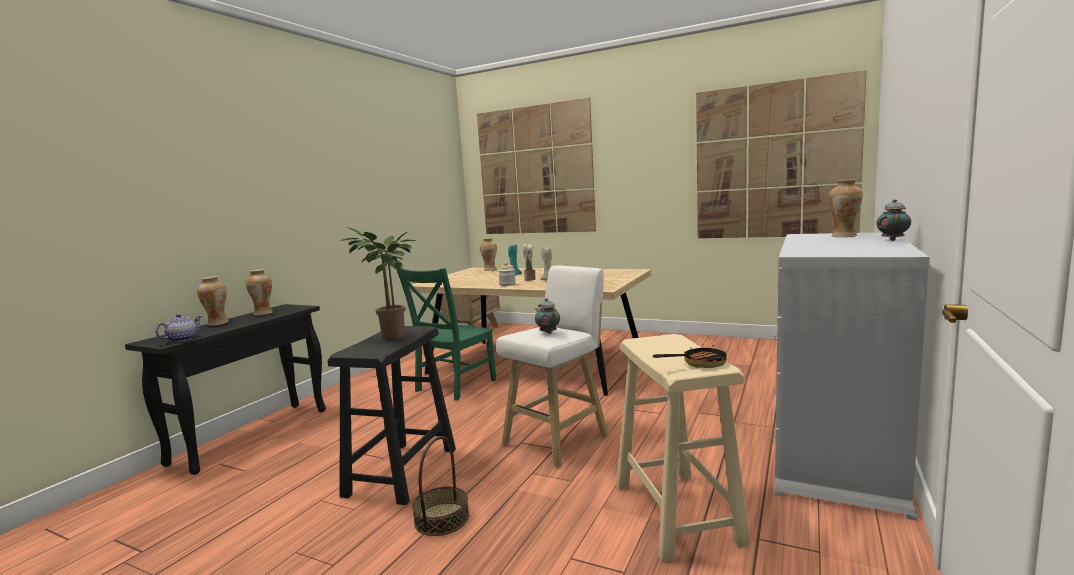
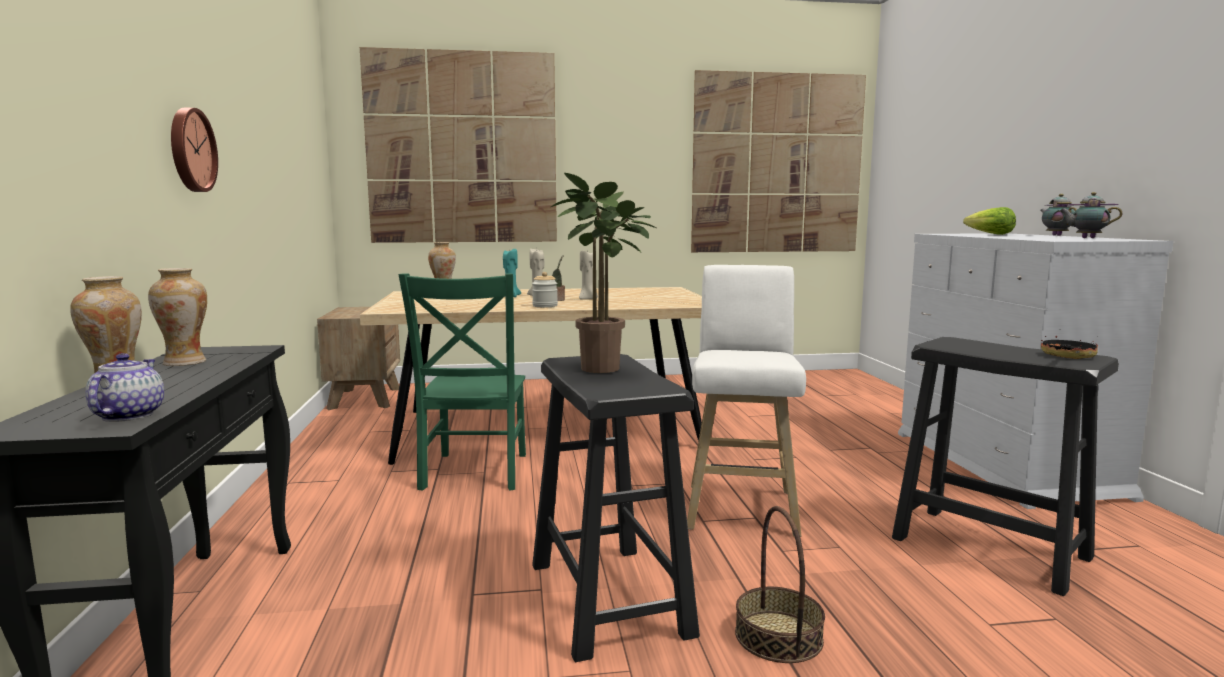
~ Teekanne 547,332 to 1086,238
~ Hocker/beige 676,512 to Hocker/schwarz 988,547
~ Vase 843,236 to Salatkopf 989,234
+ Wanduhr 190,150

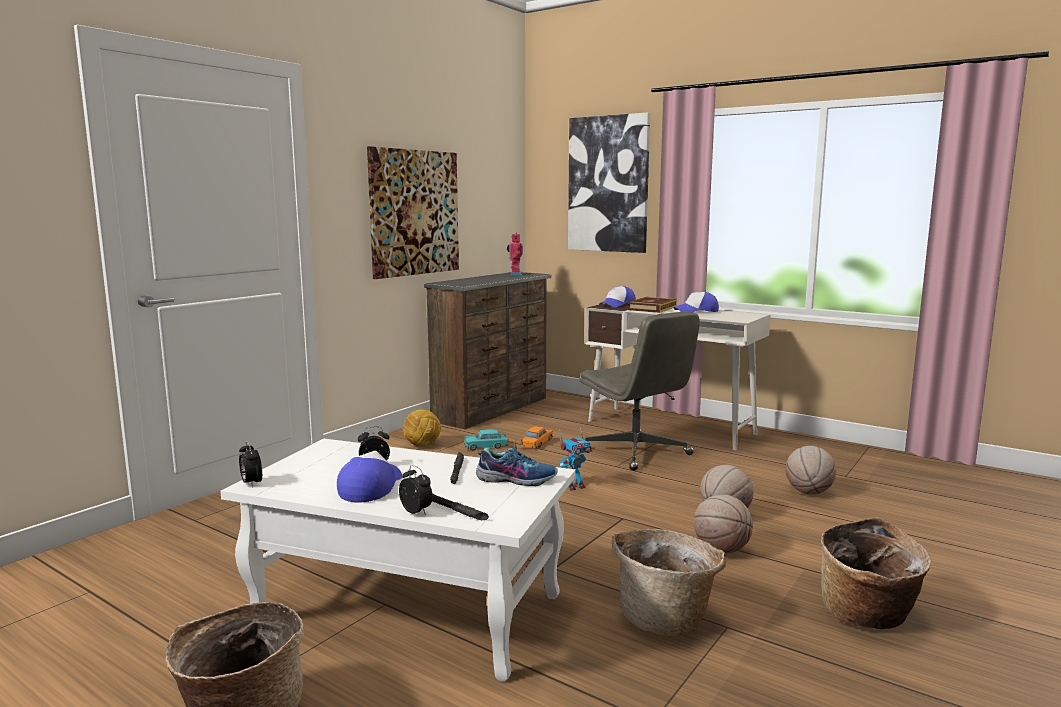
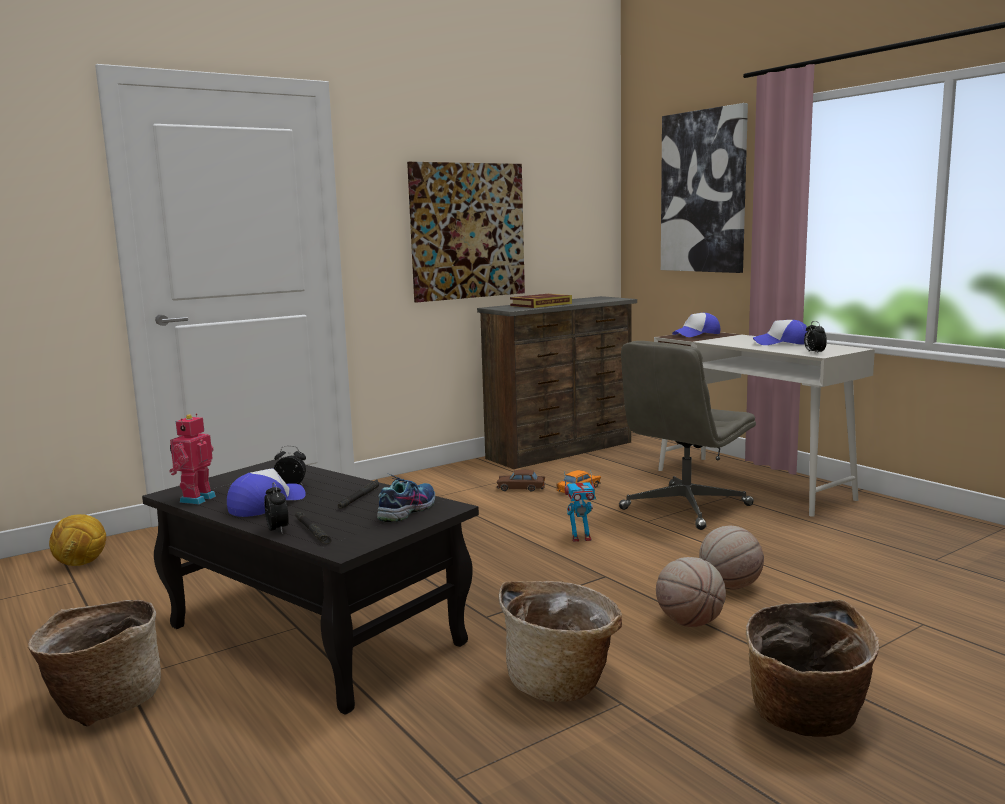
~ Couchtisch/weiß 407,609 to Couchtisch/schwarz 312,634
~ Wecker 251,483 to 814,353
~ Fußball 423,445 to 82,563
~ Spielzeugauto/türkis 486,446 to Spielzeugauto/braun 521,488
~ Schuh 516,479 = 407,510 90 degrees counterclockwise
~ Spielzeugroboter 514,274 to 195,499
~ Bürostuhl/grau 636,452 = 685,508 60 degrees clockwise
~ Buch 652,308 to 541,304
- Basketball 808,492

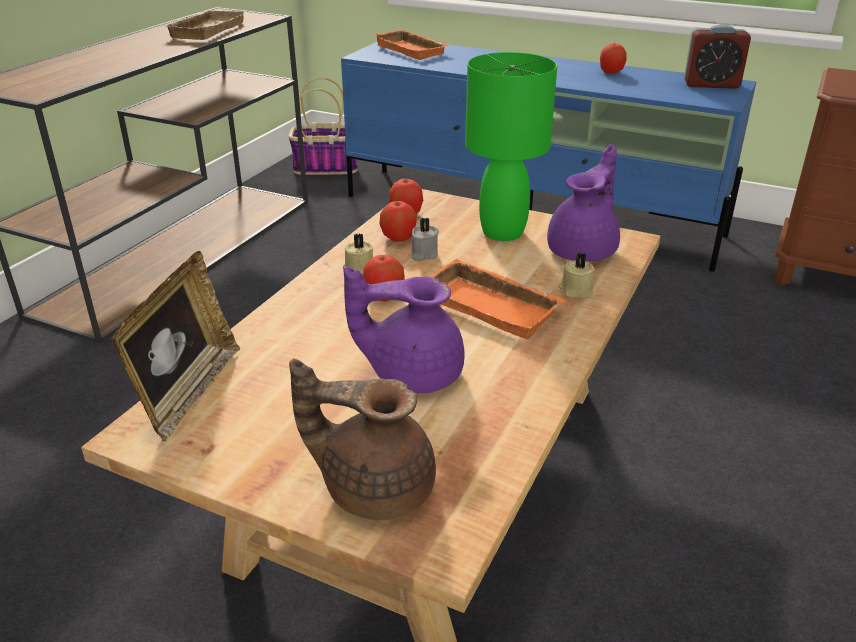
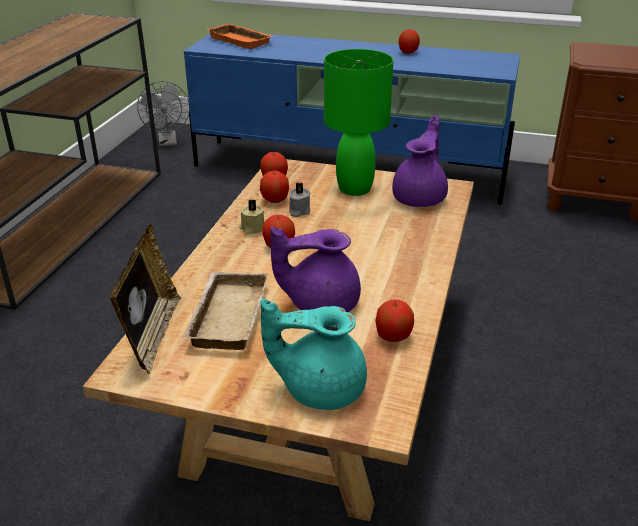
~ Tablett/beige 205,30 to 226,315
~ Korb 326,168 to Ventilator/grau 168,142
~ Teekanne/braun 374,487 to Teekanne/türkis 320,388
- Tablett/orange 493,305
- Kerze/beige 575,290
- Wecker 711,84
+ Apfel 393,337

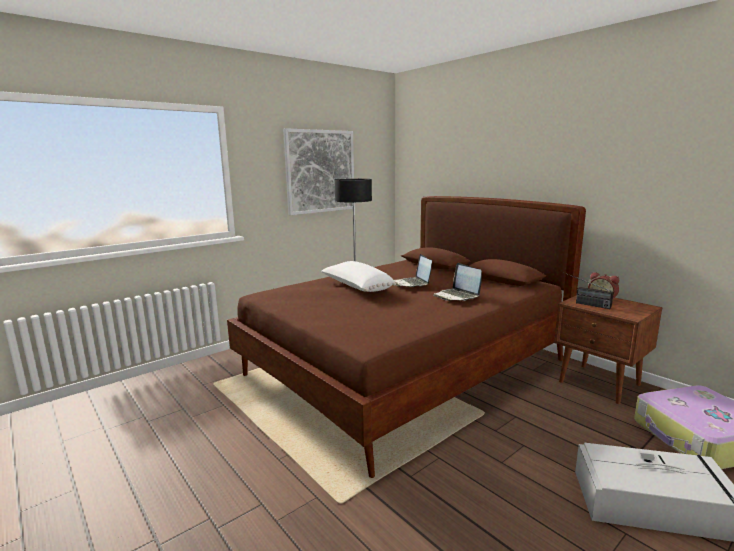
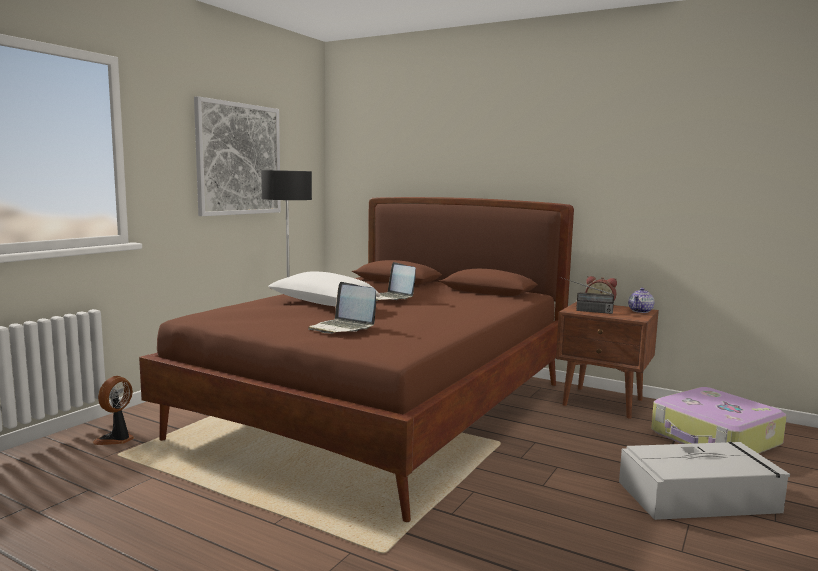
~ Laptop 457,296 to 342,328
+ Ventilator 117,439
+ Teekanne 640,311

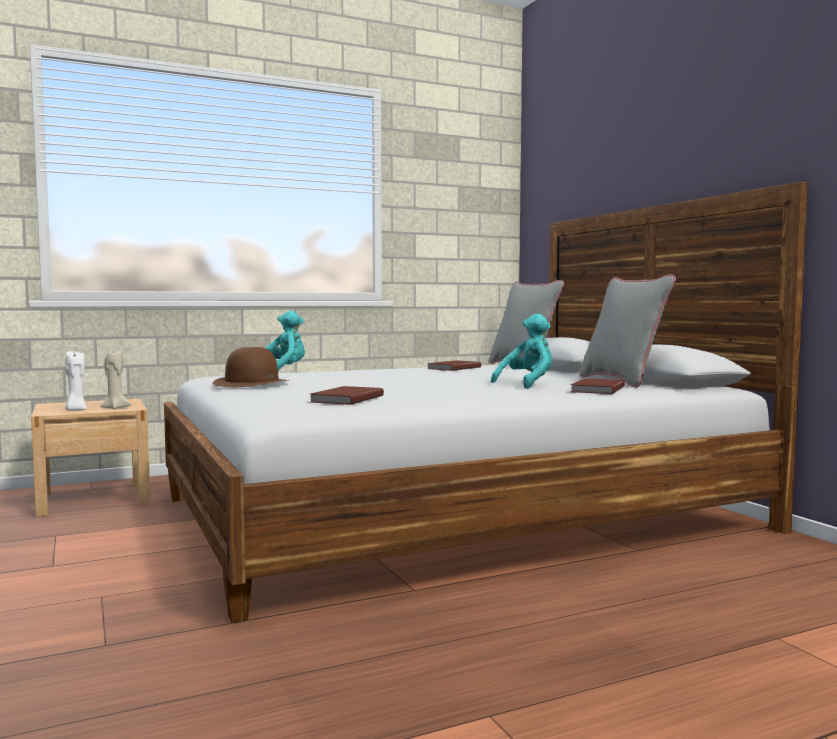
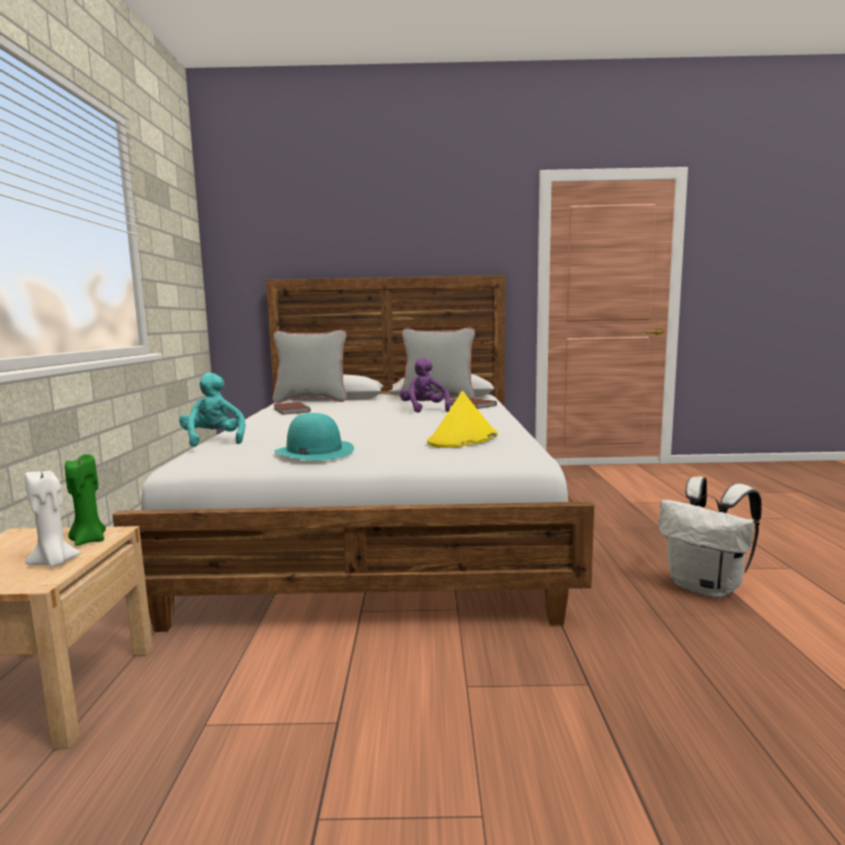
~ Kerze/beige 115,408 to Kerze/grün 88,540
~ Hut/braun 252,383 to Hut/türkis 314,451
~ Buch/braun 345,399 to Hut/gelb 463,439
~ Plüschtier/türkis 528,384 to Plüschtier/lila 424,410
+ Rucksack/weiß 706,587

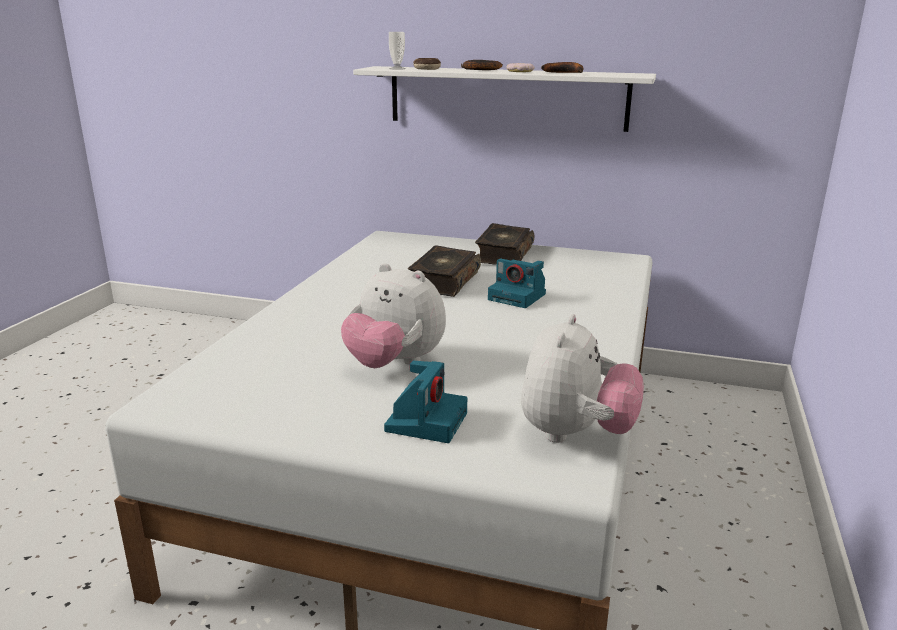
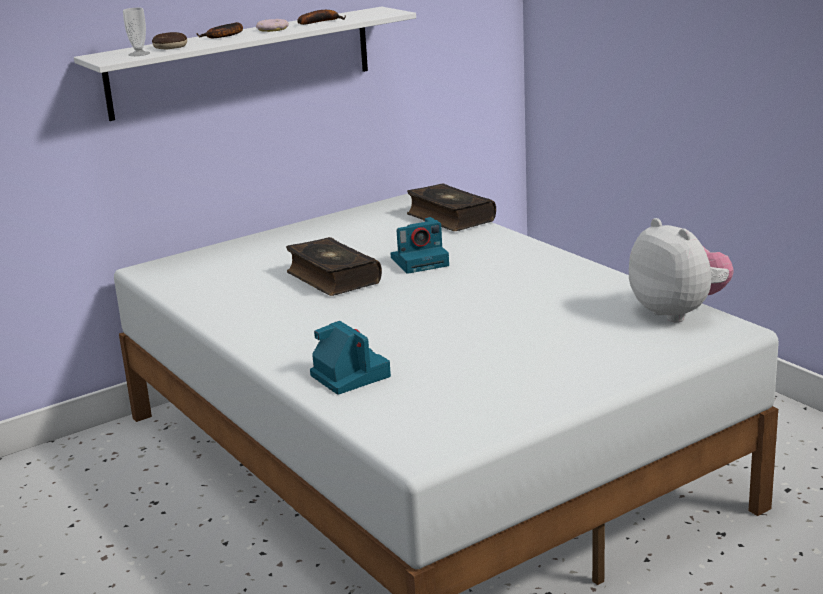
- Plüschtier 394,364
~ Kamera 426,421 to 348,375
~ Buch 503,255 to 449,218

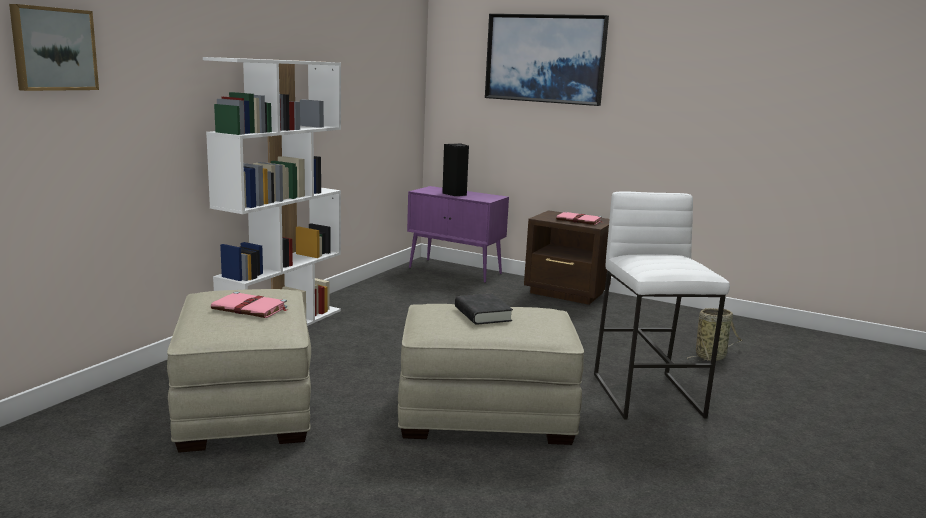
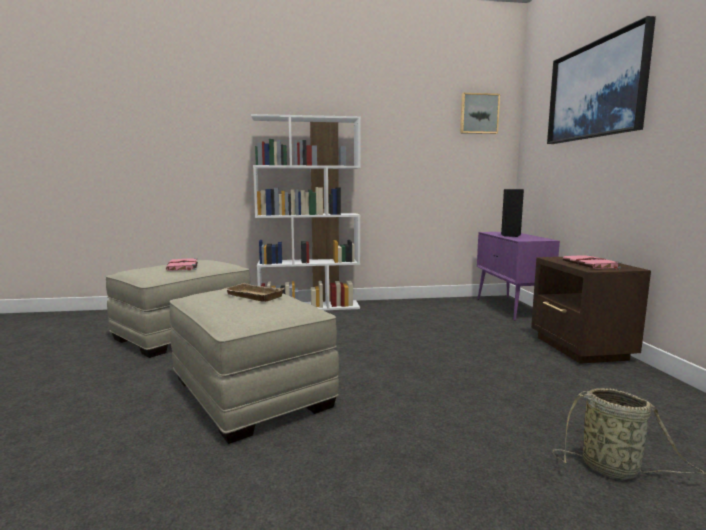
~ Bild 53,49 to 479,114
~ Buch/schwarz 482,314 to Tablett/beige 252,296
- Hocker/weiß 648,395

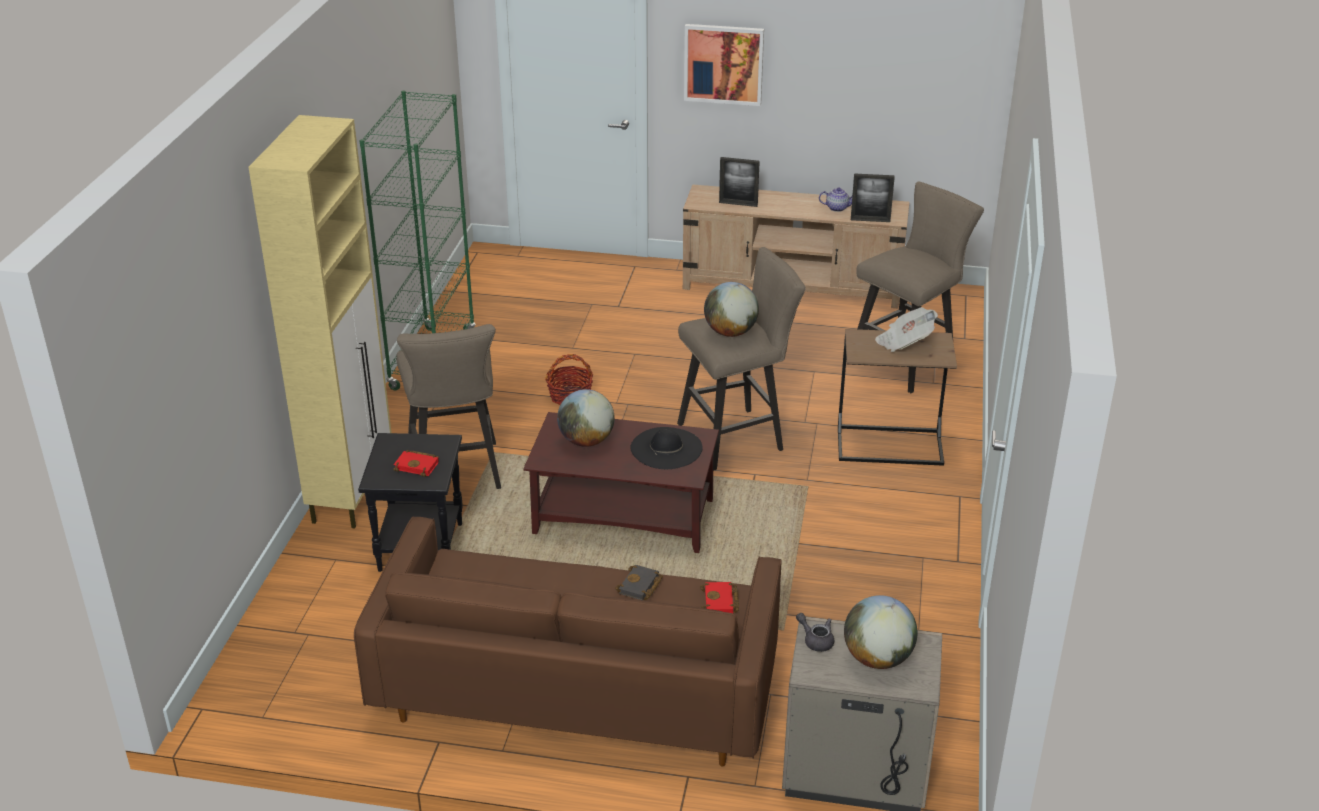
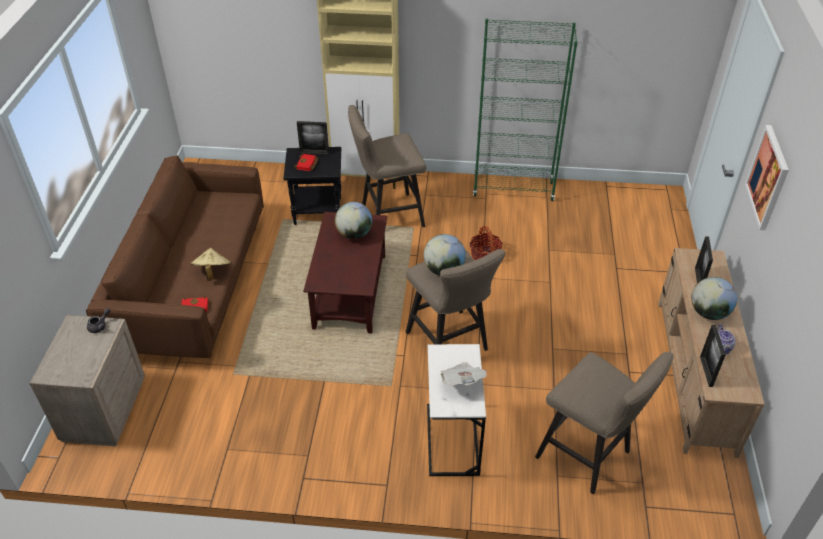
~ Buch/schwarz 640,587 to Hut/beige 212,272
- Hut/schwarz 666,448
~ Beistelltisch/braun 890,445 to Beistelltisch/weiß 452,439
~ Globus 878,658 to 708,313
+ Bilderrahmen 314,153

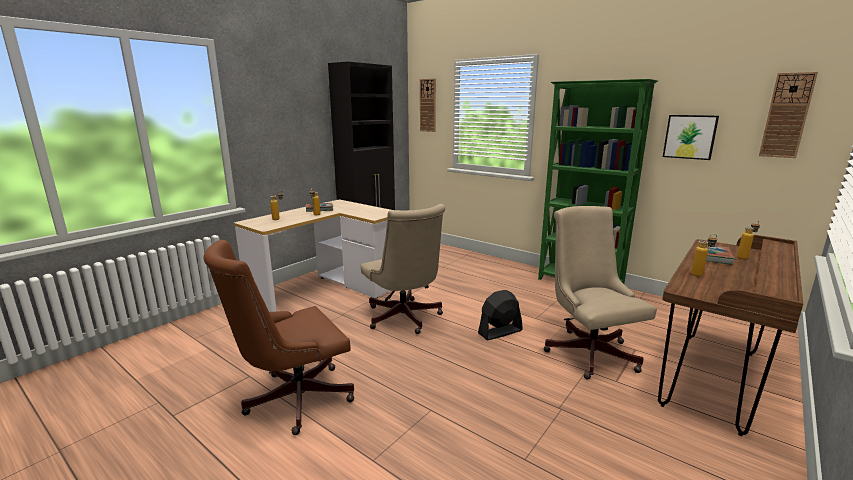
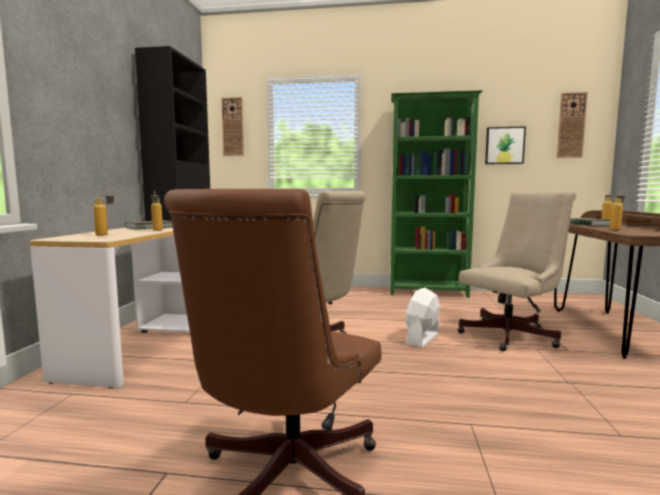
~ Ventilator/schwarz 500,332 to Ventilator/weiß 422,338
~ Bürostuhl/beige 588,350 = 513,335 105 degrees clockwise

